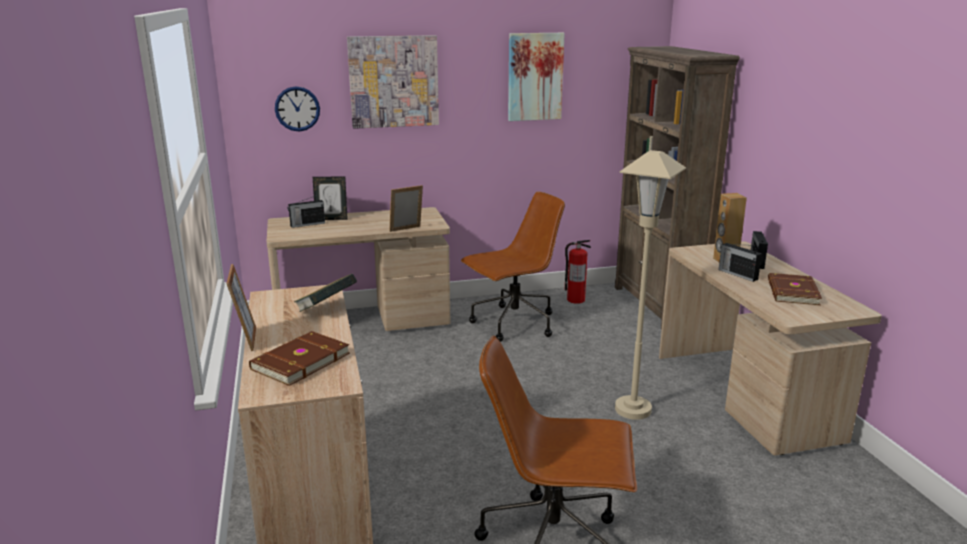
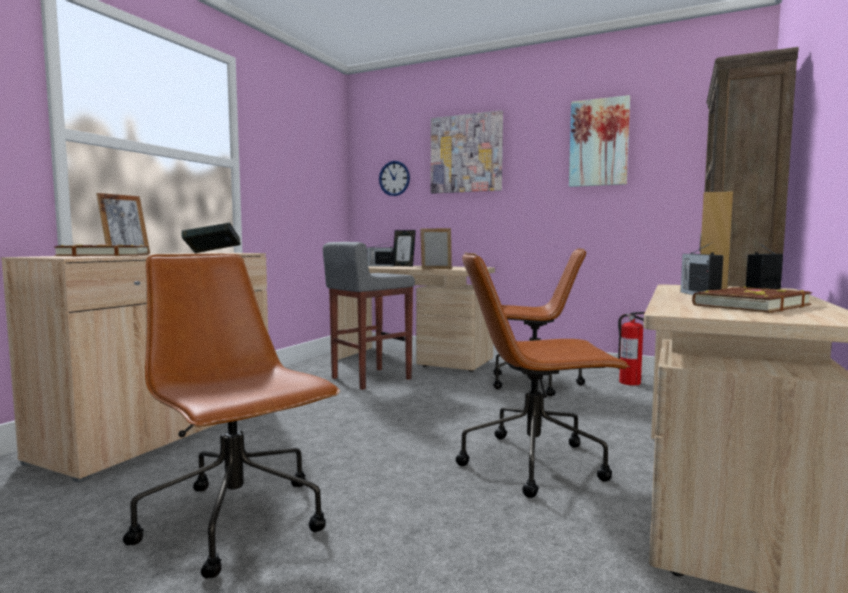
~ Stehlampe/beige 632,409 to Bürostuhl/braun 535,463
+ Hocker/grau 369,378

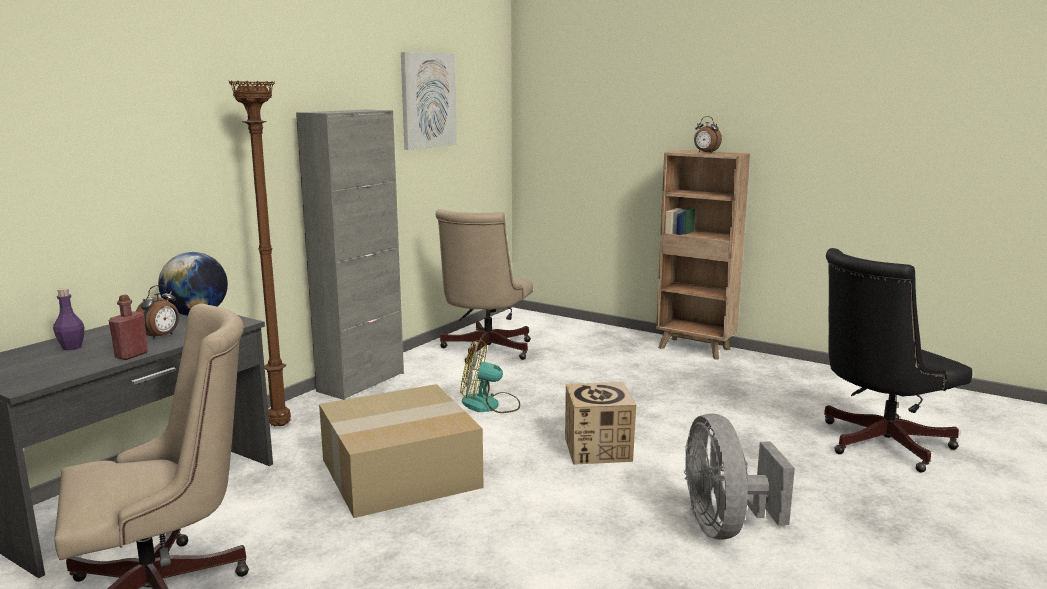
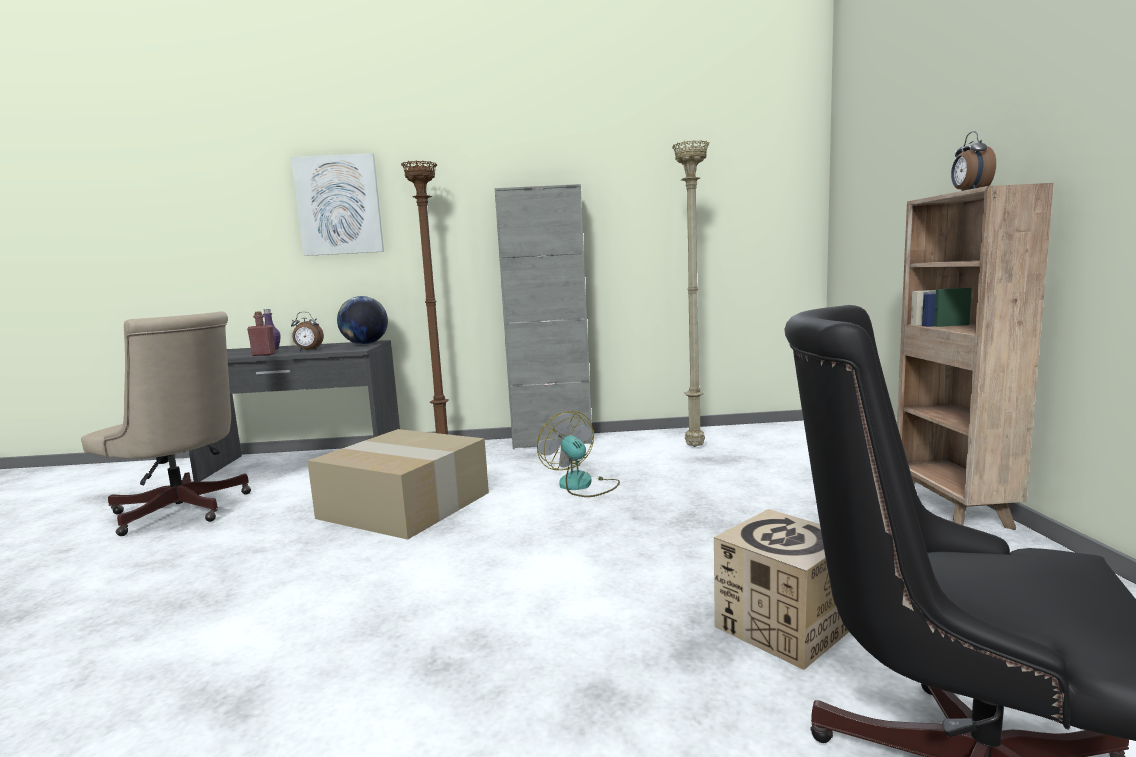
~ Bild 428,100 to 339,205
~ Bürostuhl/beige 484,351 to Stehlampe/beige 694,446
~ Karton 598,449 to 784,627
- Ventilator/grau 725,526

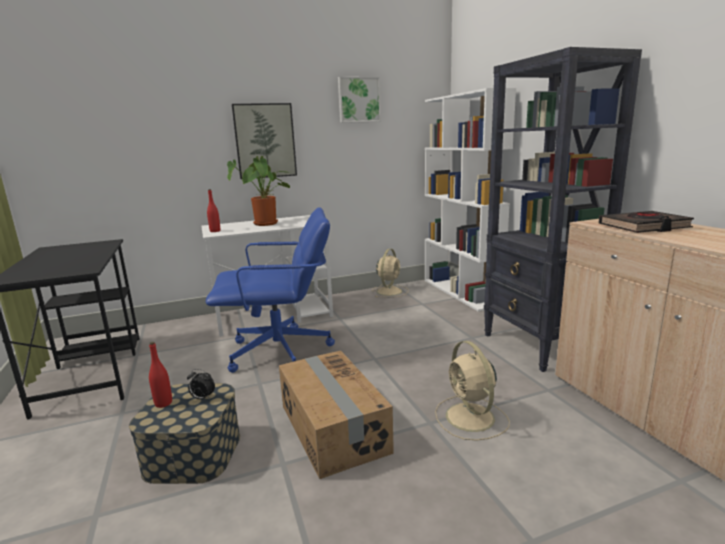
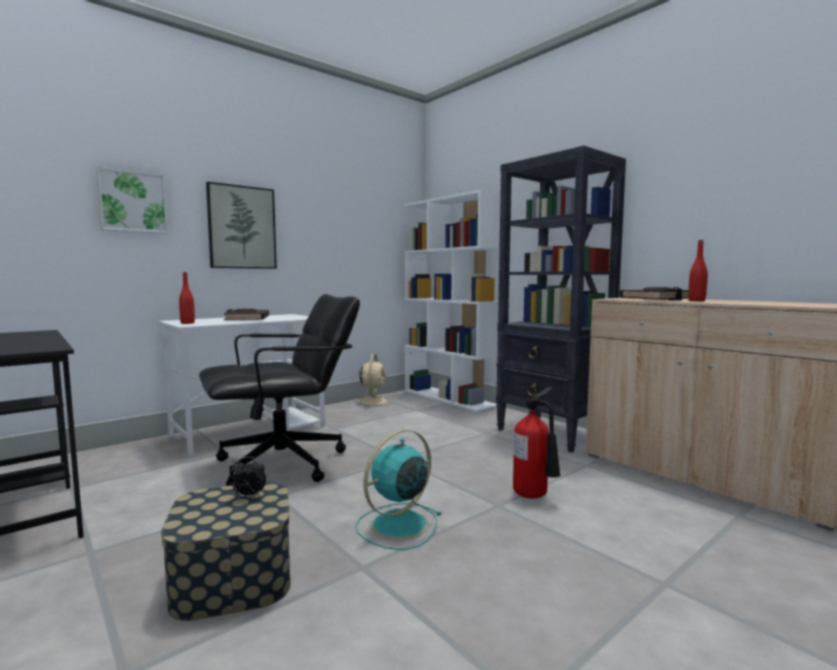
~ Flasche/rot 163,403 to 696,301
~ Bürostuhl/blau 281,352 to Bürostuhl/schwarz 283,464
~ Topfpflanze 266,224 to Buch/schwarz 247,319
~ Karton 332,428 to Ventilator/türkis 397,525
~ Bild 359,100 to 133,202
~ Ventilator/beige 471,418 to Feuerlöscher 535,496

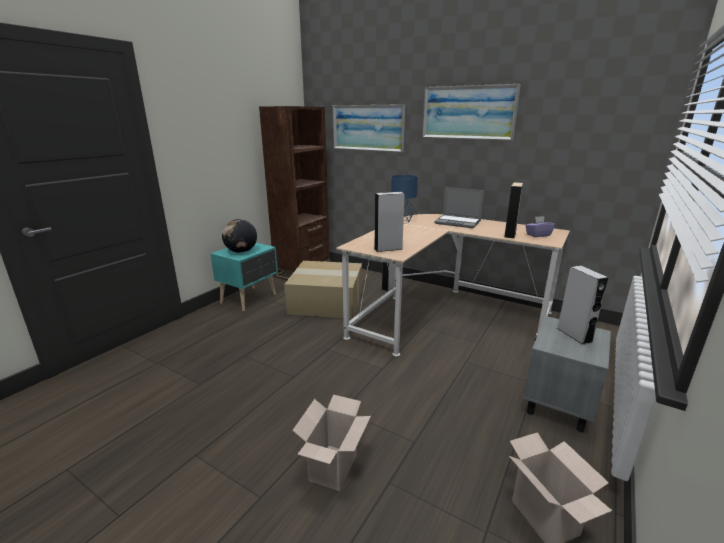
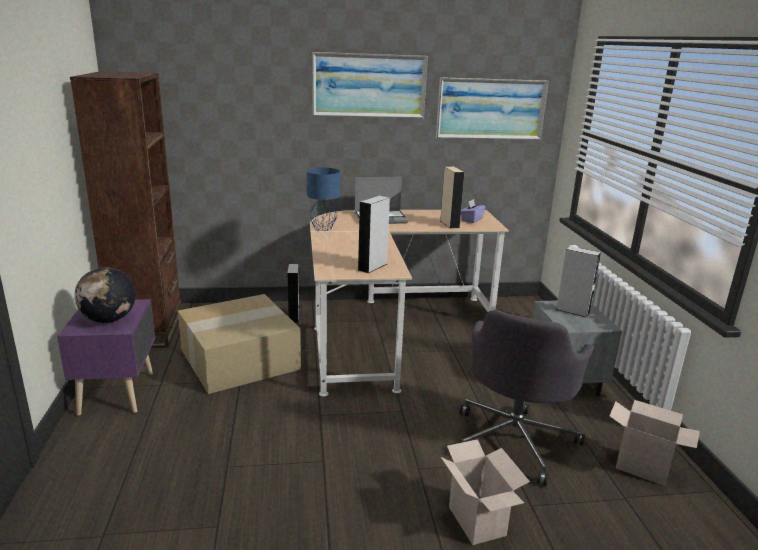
~ Nachttisch/türkis 250,299 to Nachttisch/lila 119,392
~ Bild 367,128 to 490,109
+ Bürostuhl/grau 515,439

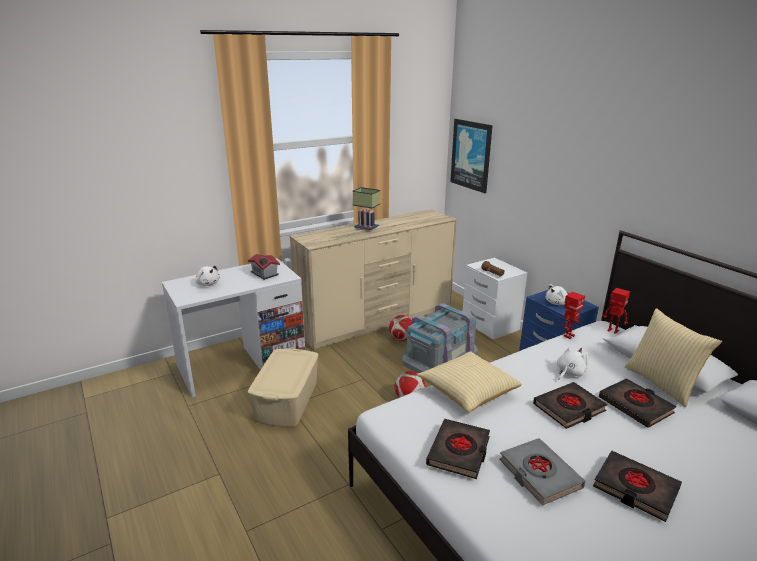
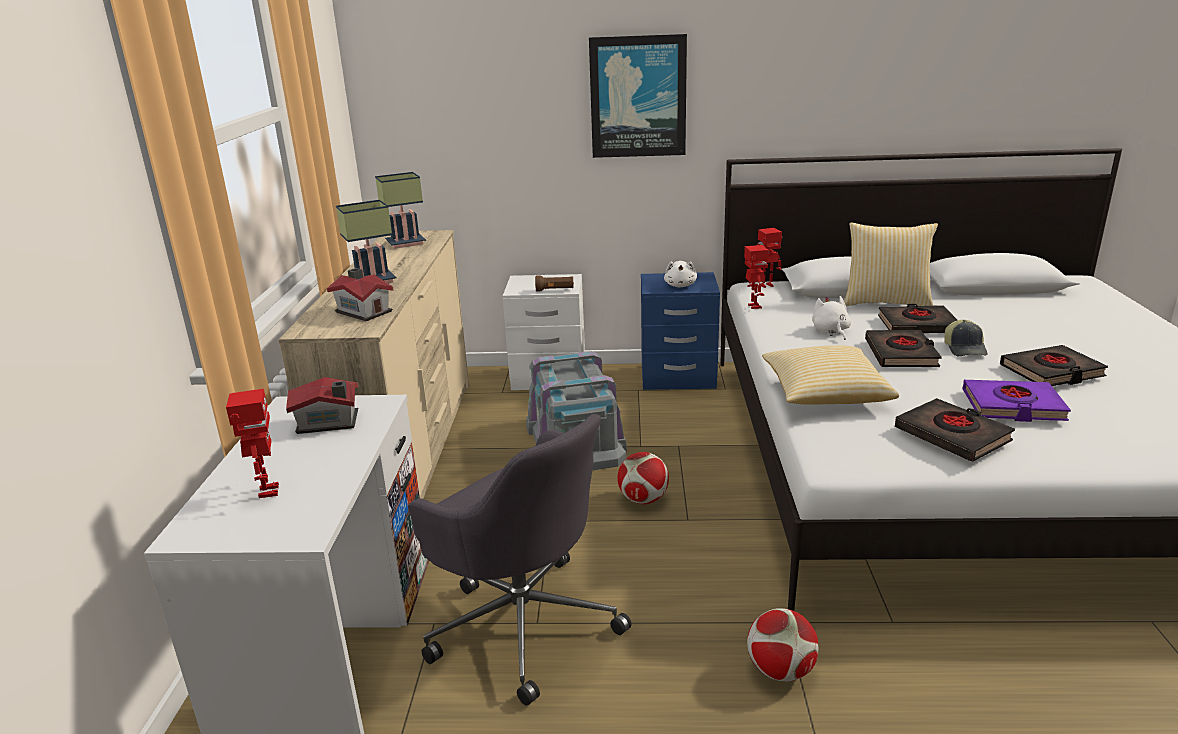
~ Plüschtier/weiß 208,283 to Spielzeugroboter 267,491
~ Aufbewahrungsbox/beige 286,401 to Bürostuhl/grau 522,622
~ Fußball 401,338 to 780,670
~ Bild 471,155 to 638,97
~ Buch/grau 539,474 to Buch/lila 1013,406
+ Spielzeughaus 364,311
+ Tischlampe 407,242
+ Kappe 965,349

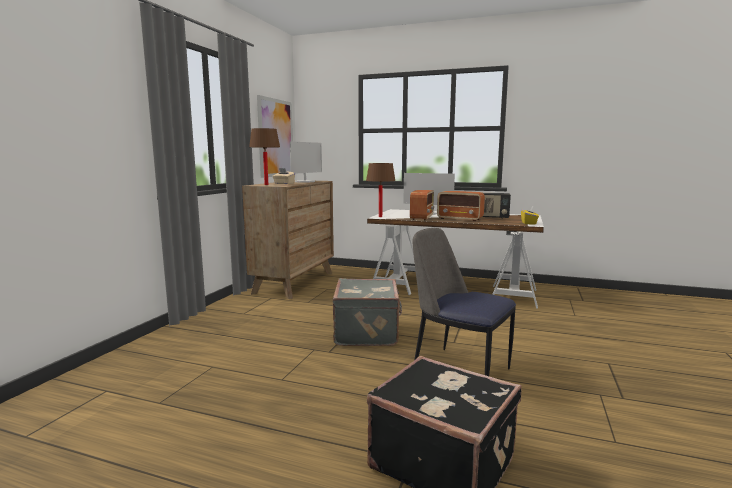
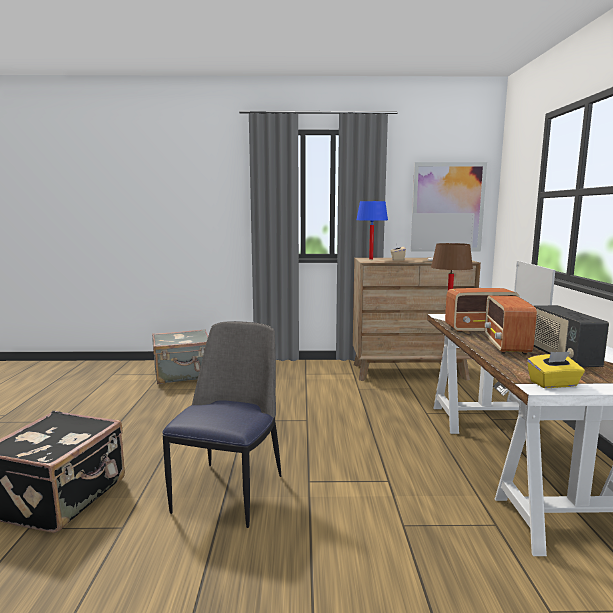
~ Tischlampe/braun 266,185 to Tischlampe/blau 371,259
~ Koffer/grau 368,332 to 183,374

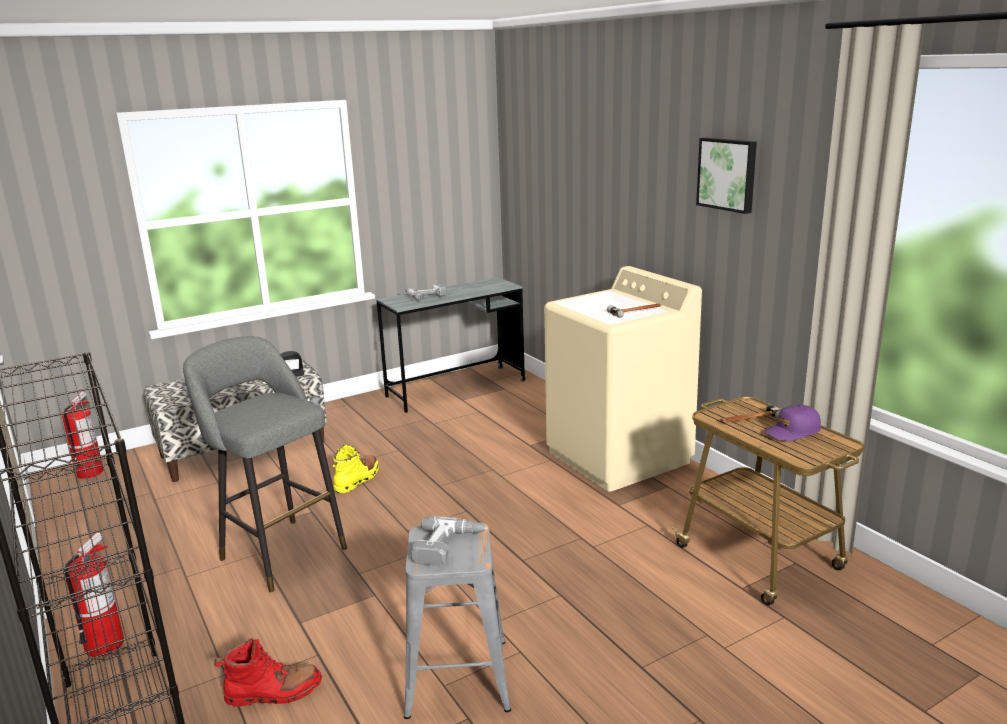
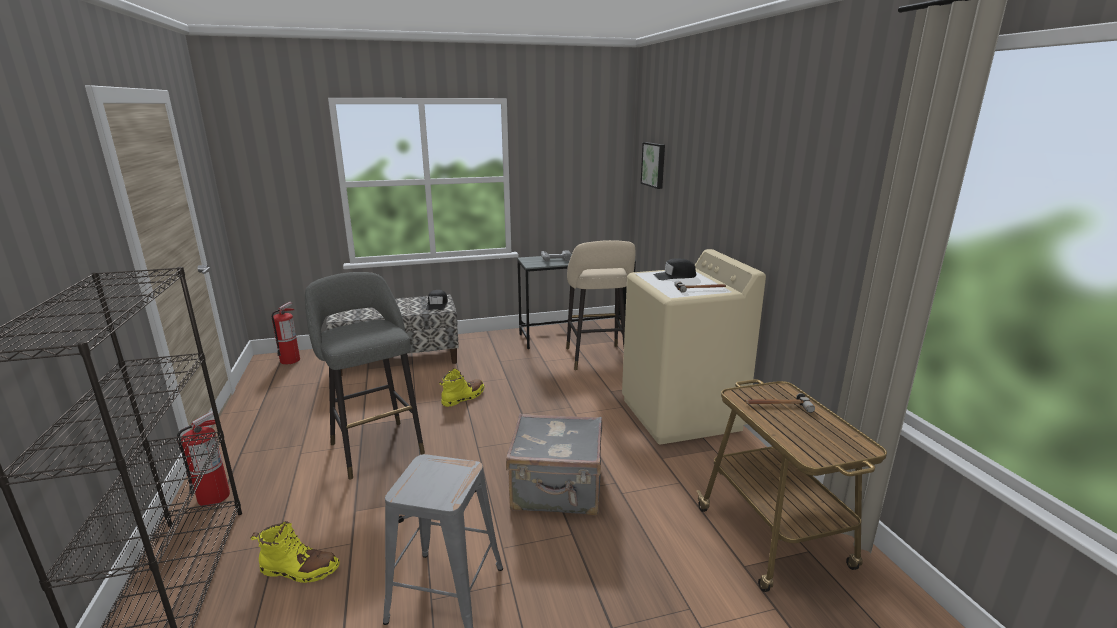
~ Stiefel/rot 273,693 to Stiefel/gelb 299,570
- Bohrmaschine 448,547
~ Bild 728,174 to 654,165
- Kappe/lila 792,431
+ Koffer/grau 557,490
+ Hocker/beige 597,359
+ Kappe/schwarz 674,276

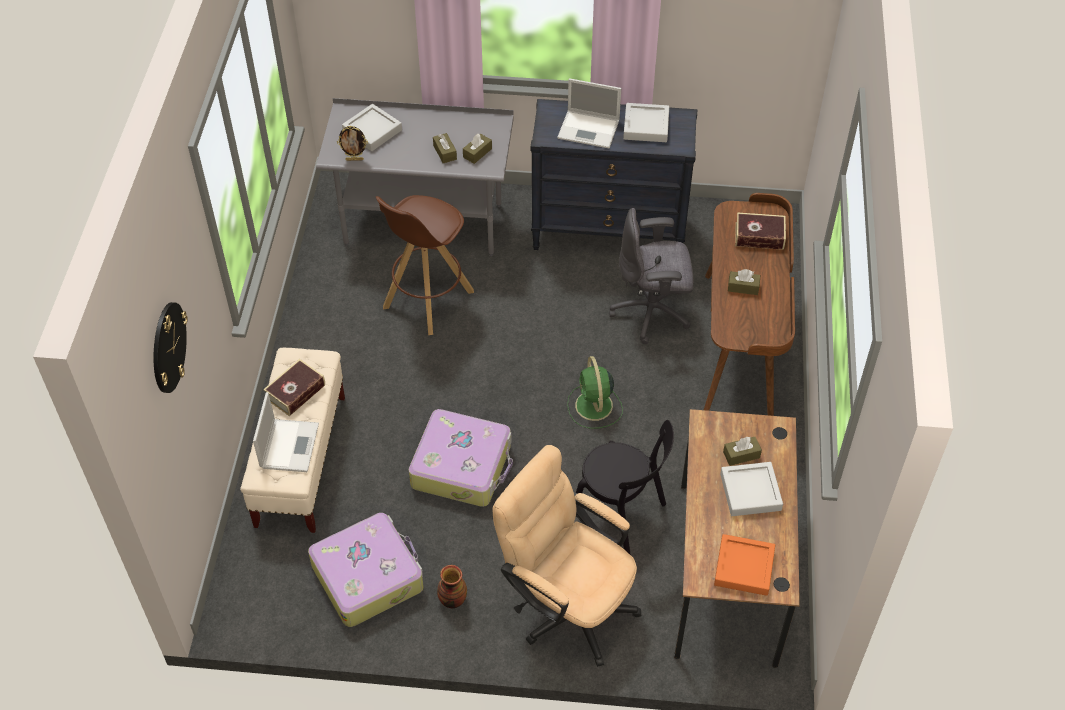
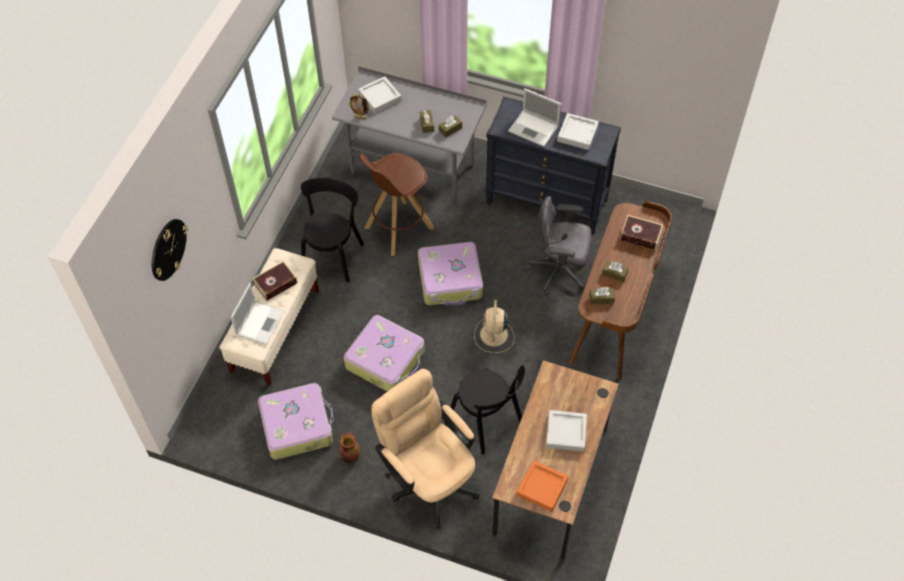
~ Ventilator/grün 594,407 to Ventilator/beige 493,335
~ Taschentuchbox/braun 741,455 to 601,299
+ Stuhl/schwarz 333,254
+ Koffer 450,280

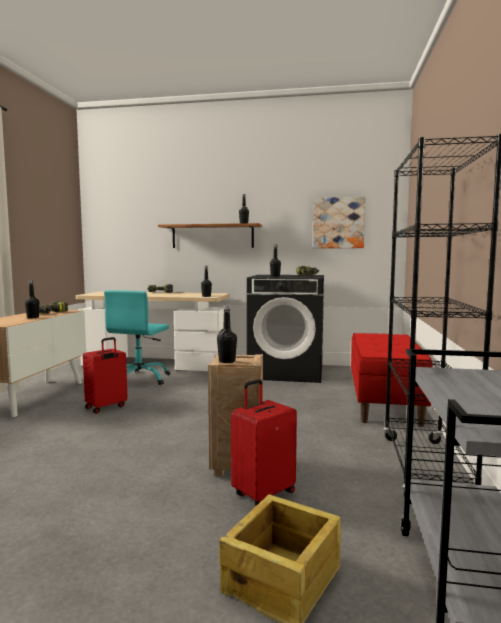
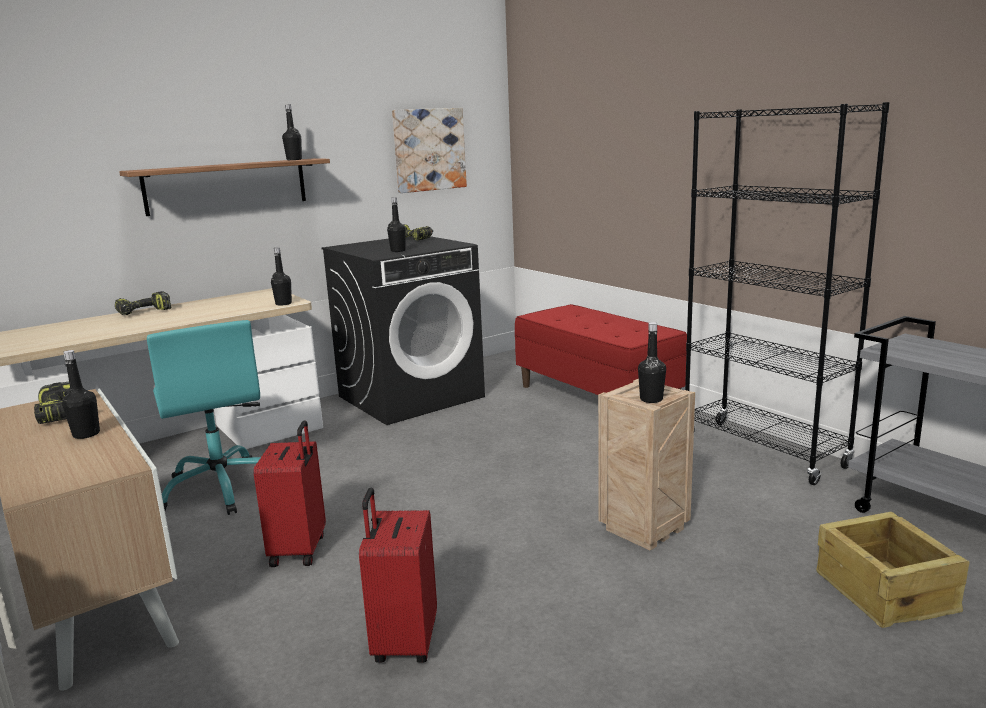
~ Koffer/rot 263,493 to 403,642

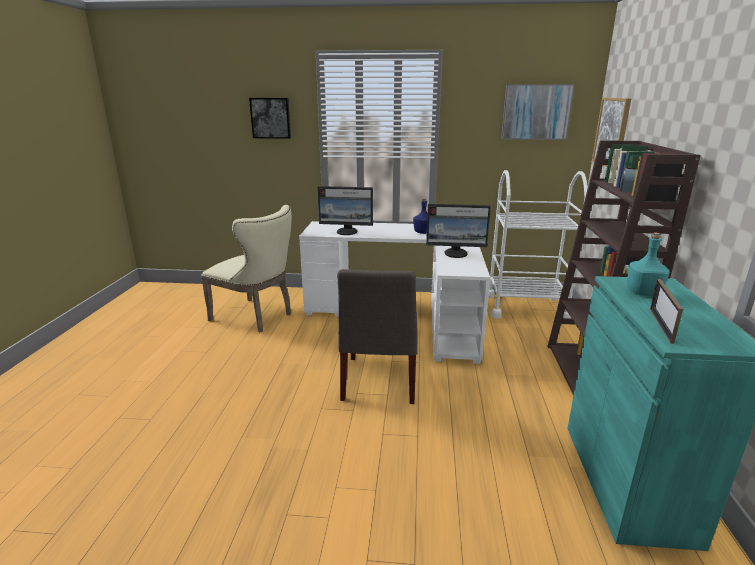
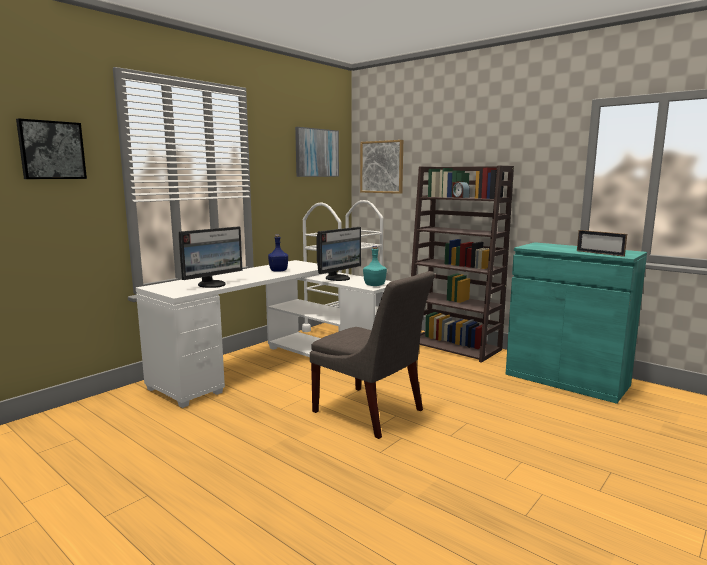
- Stuhl/beige 256,317
~ Flasche/türkis 643,293 to 375,285

